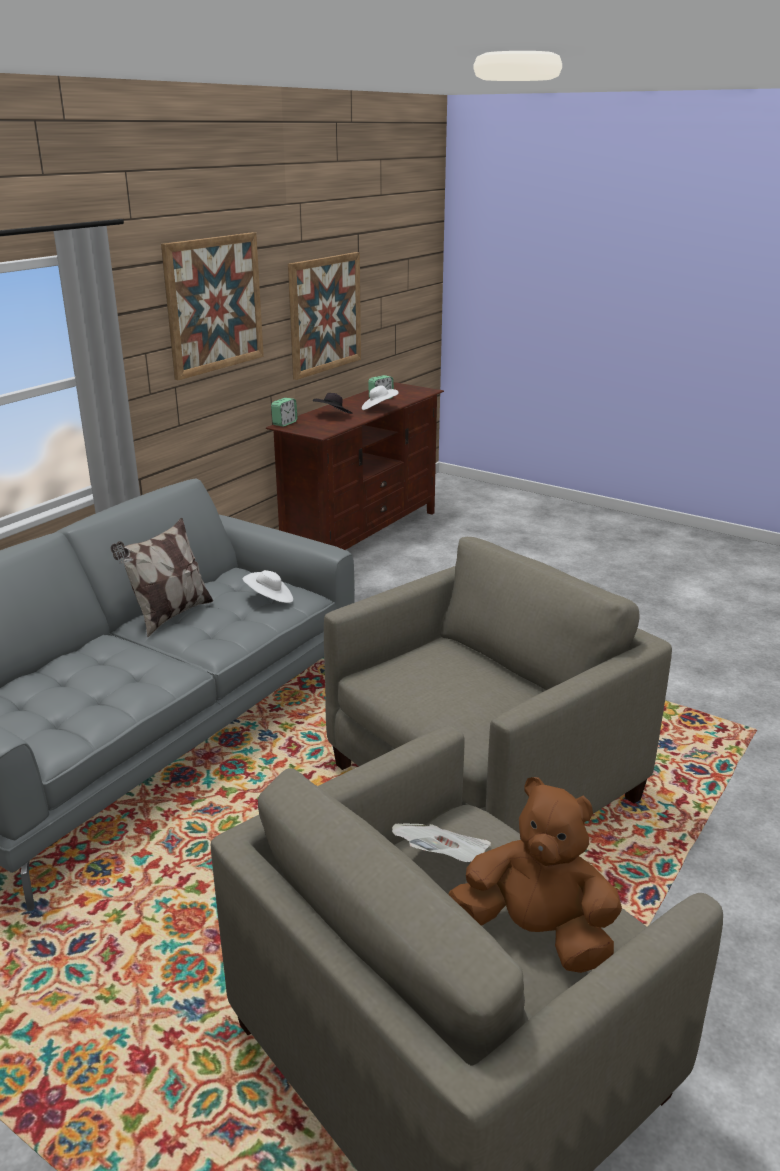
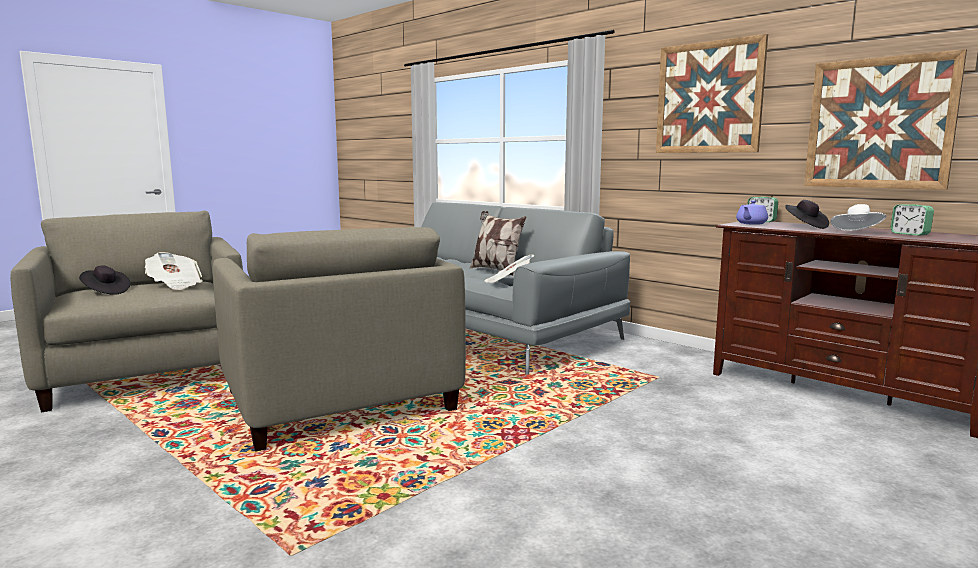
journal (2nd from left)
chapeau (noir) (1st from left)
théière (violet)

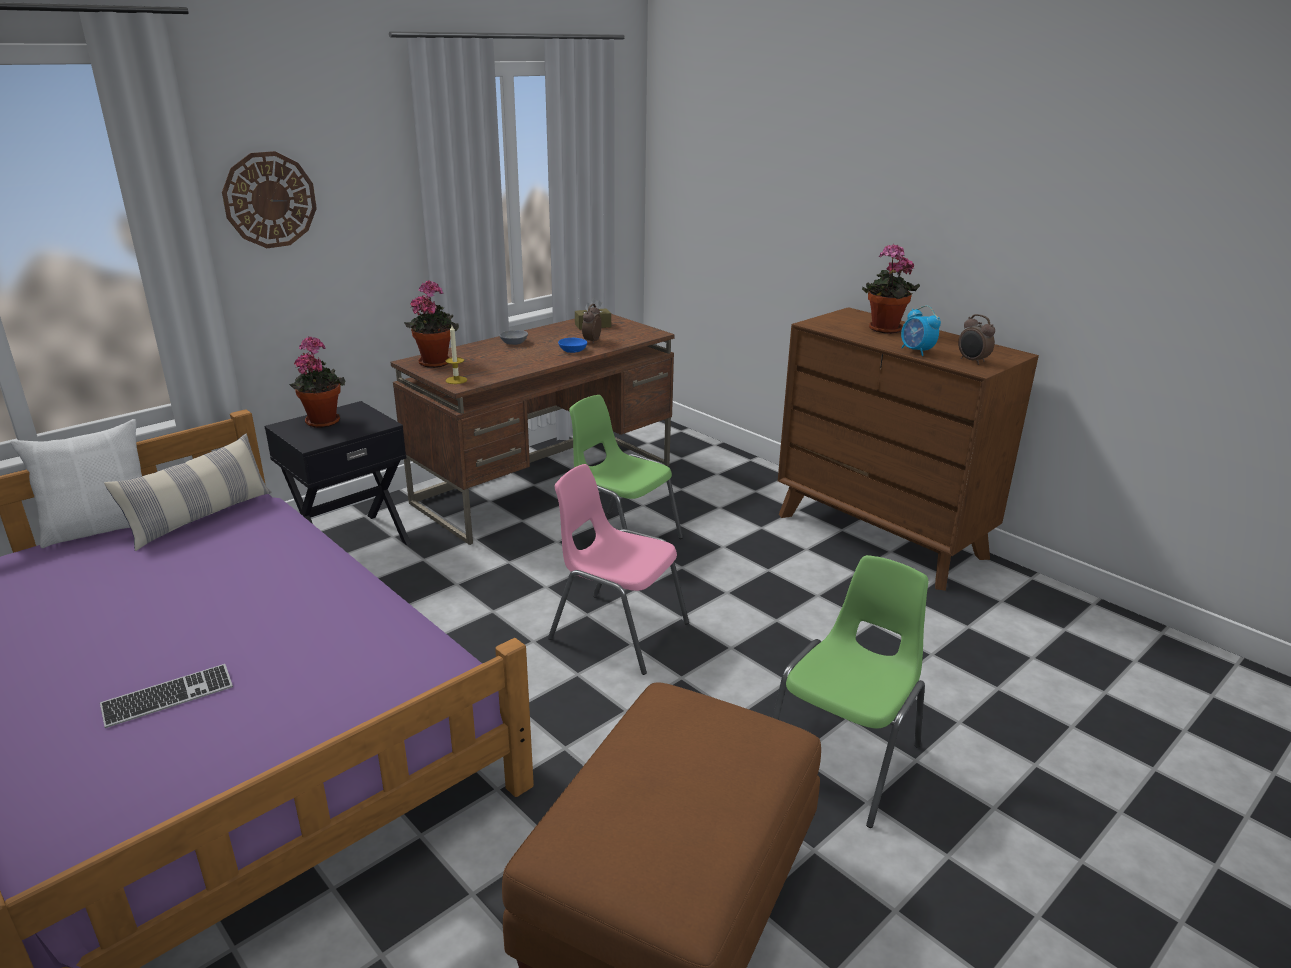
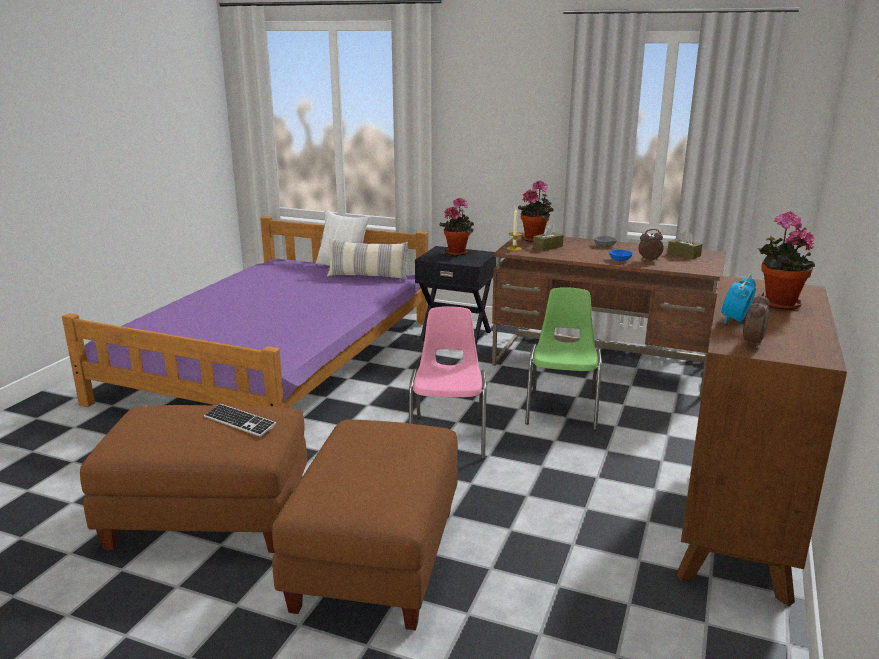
clavier
horloge murale
pouf (marron) (2nd from left)
boîte à mouchoirs (marron) (1st from left)

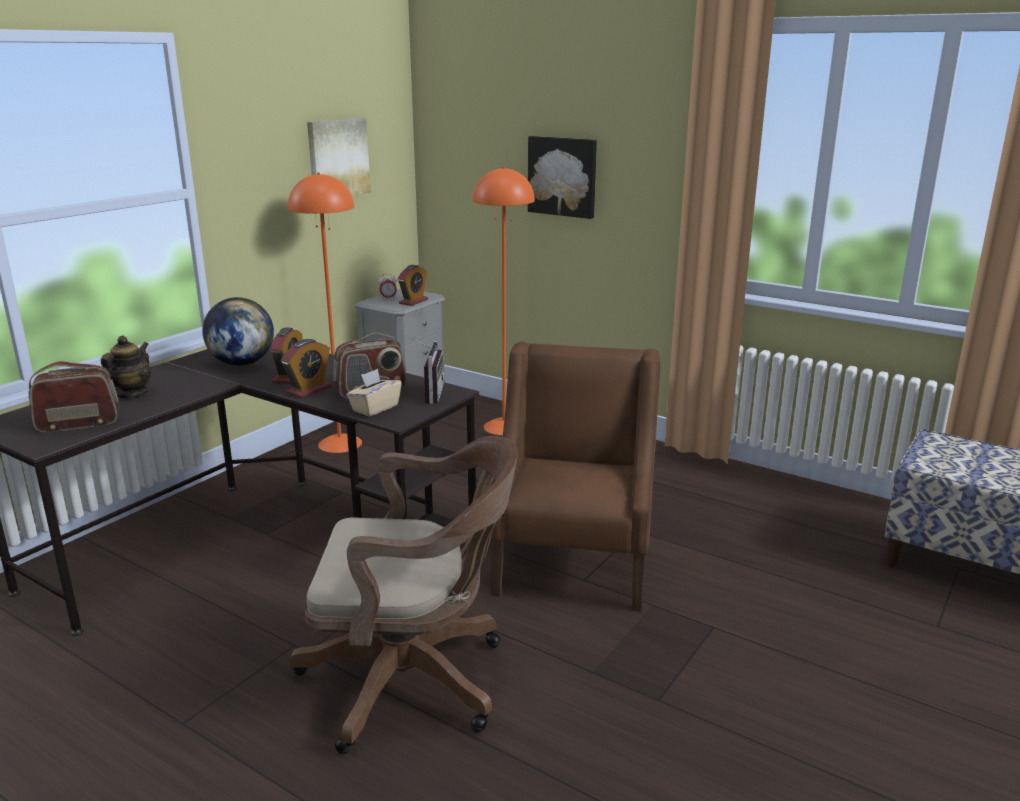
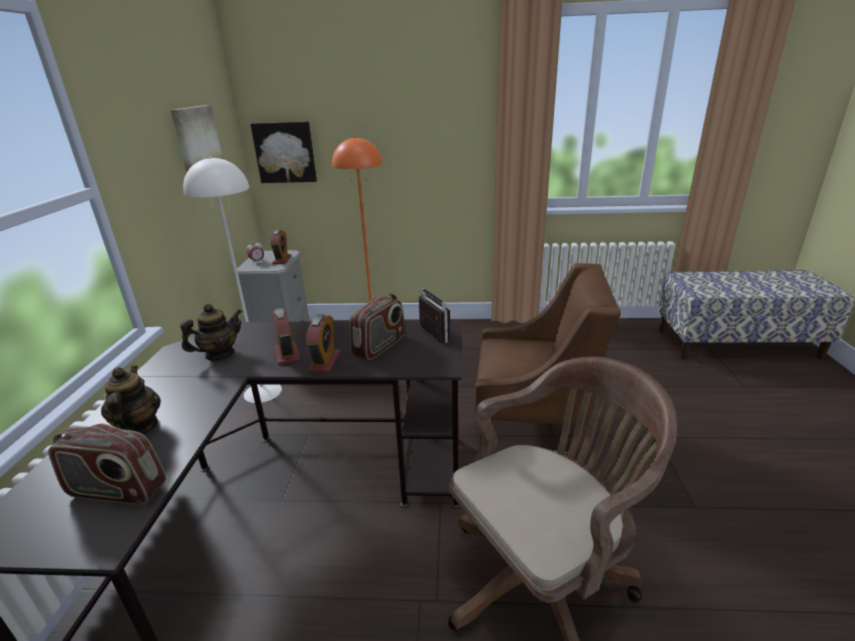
radio (1st from left)
théière (2nd from left)
lampadaire (blanc)
boîte à mouchoirs (beige)
fauteuil (marron)
tableau (2nd from left)

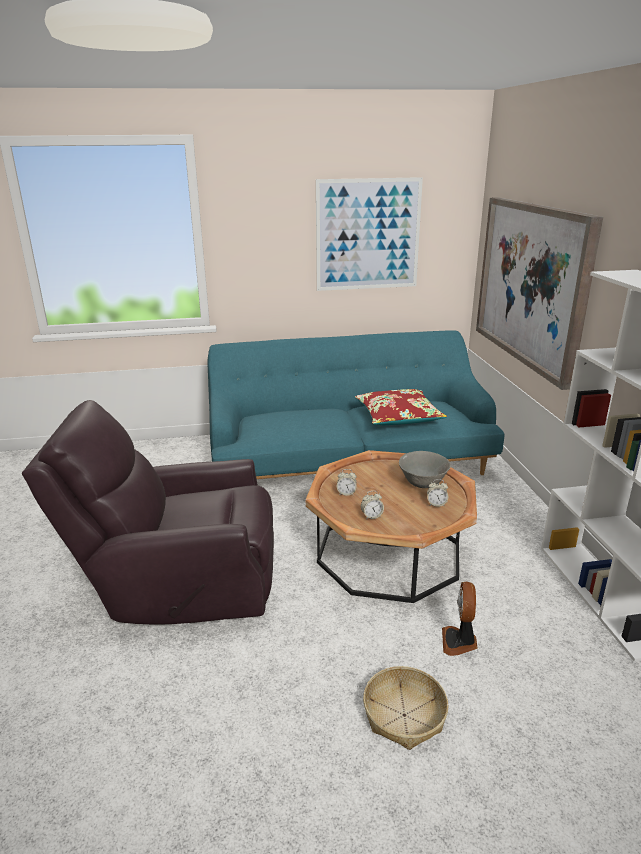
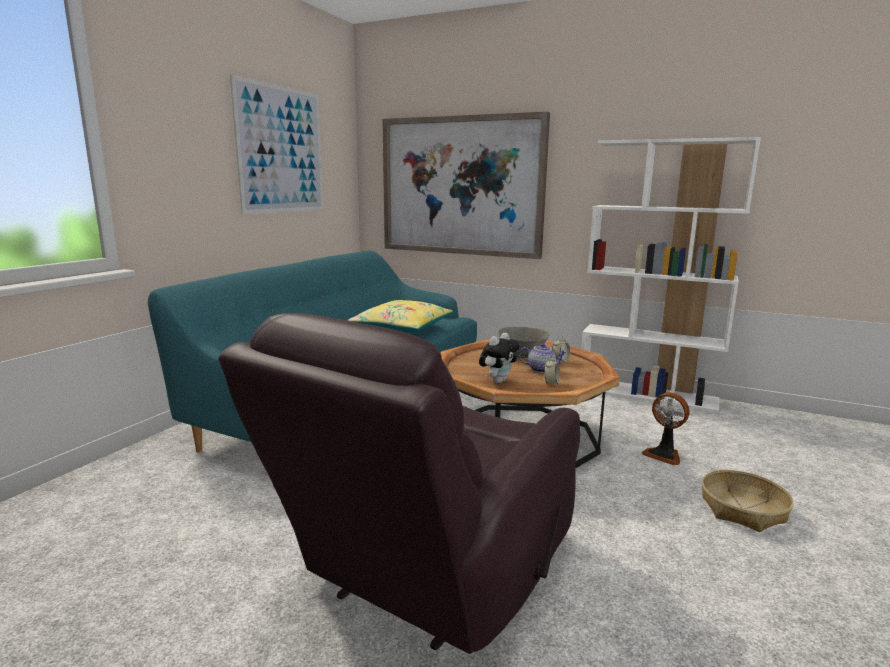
peluche
coussin (jaune)
théière

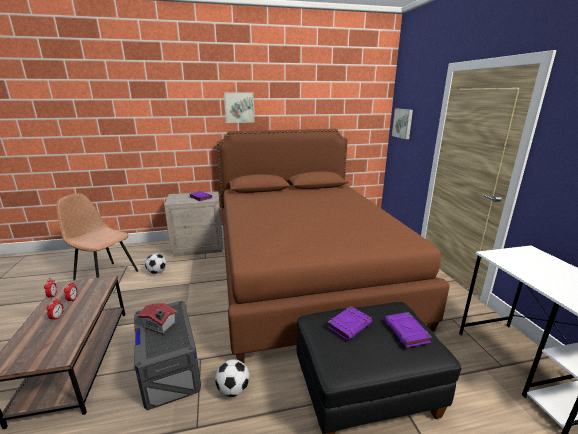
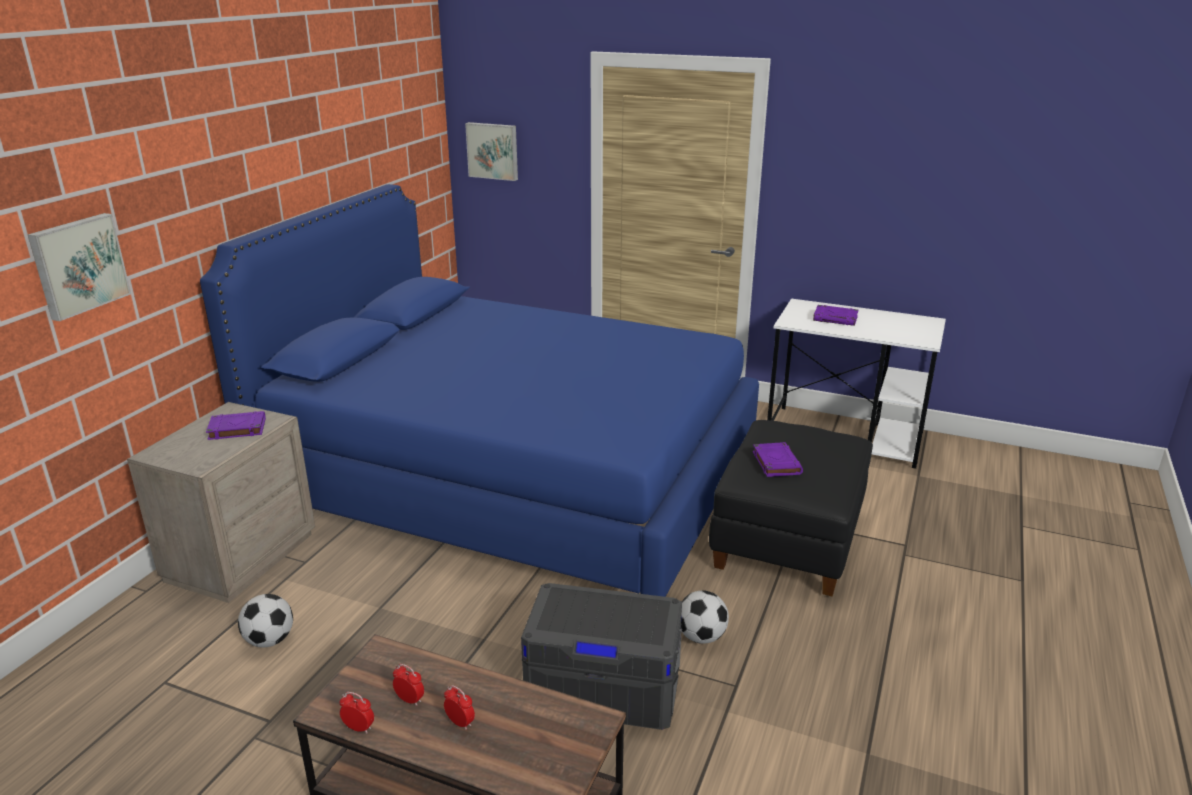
chaise (marron)
maison miniature
lit (bleu)
tableau (1st from left)
livre (violet) (3rd from left)

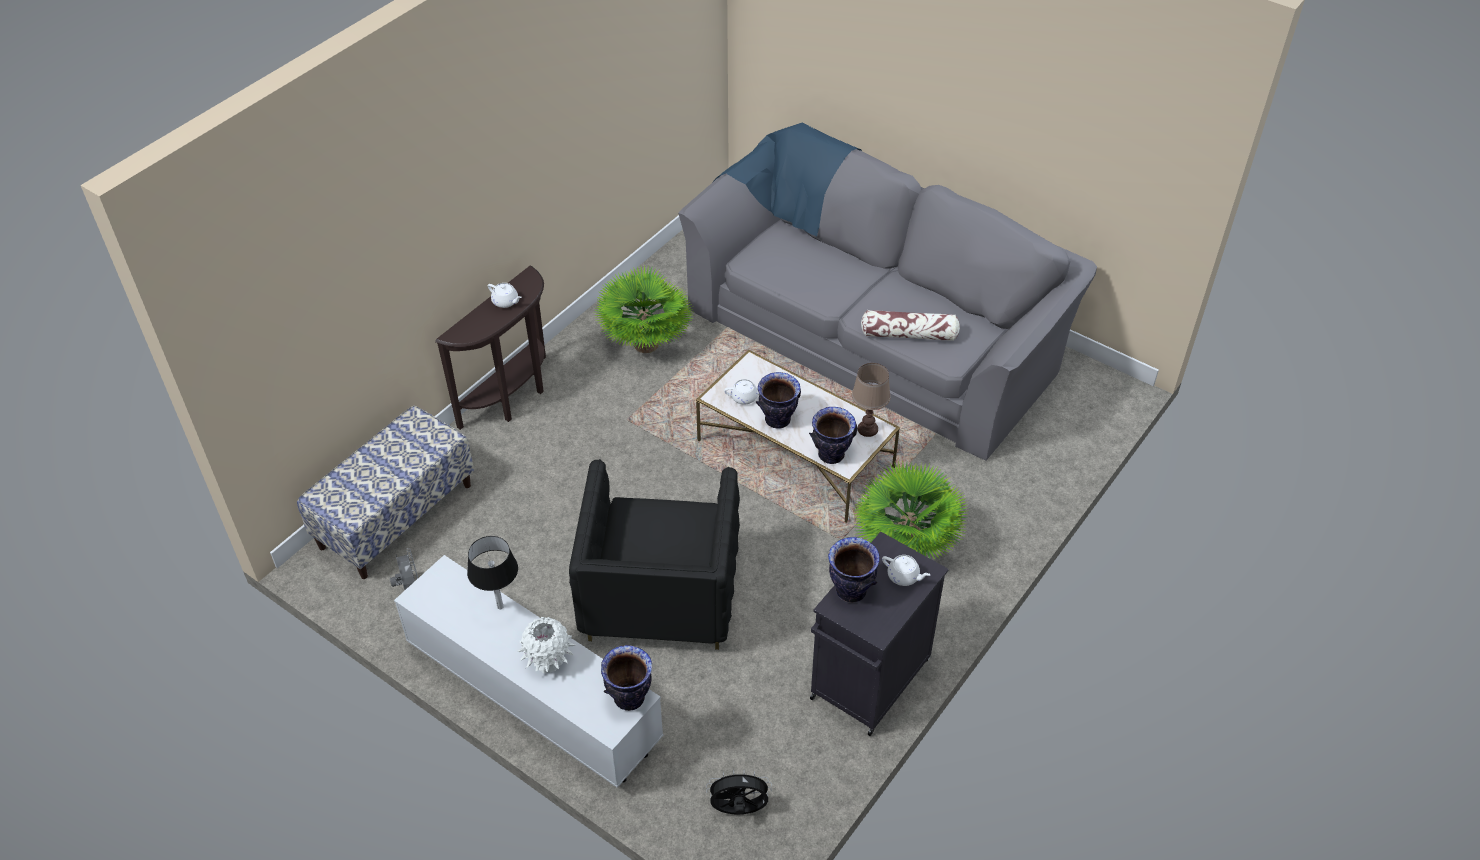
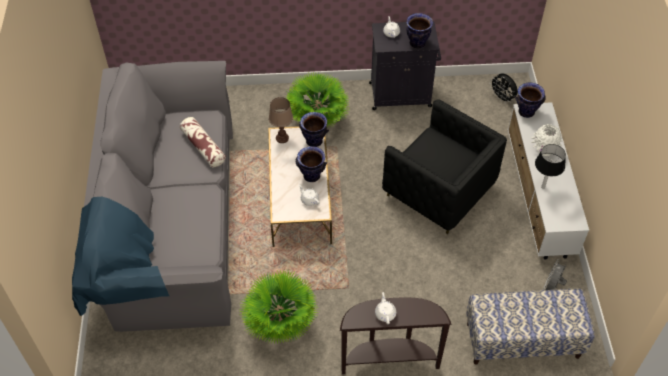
fauteuil (noir)

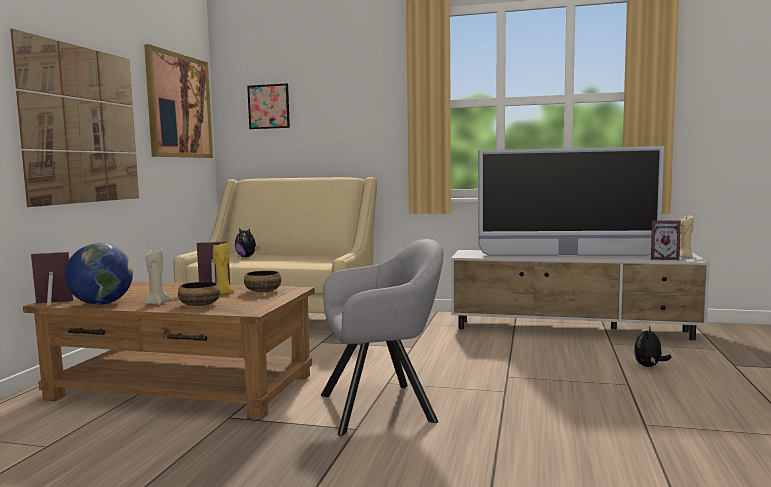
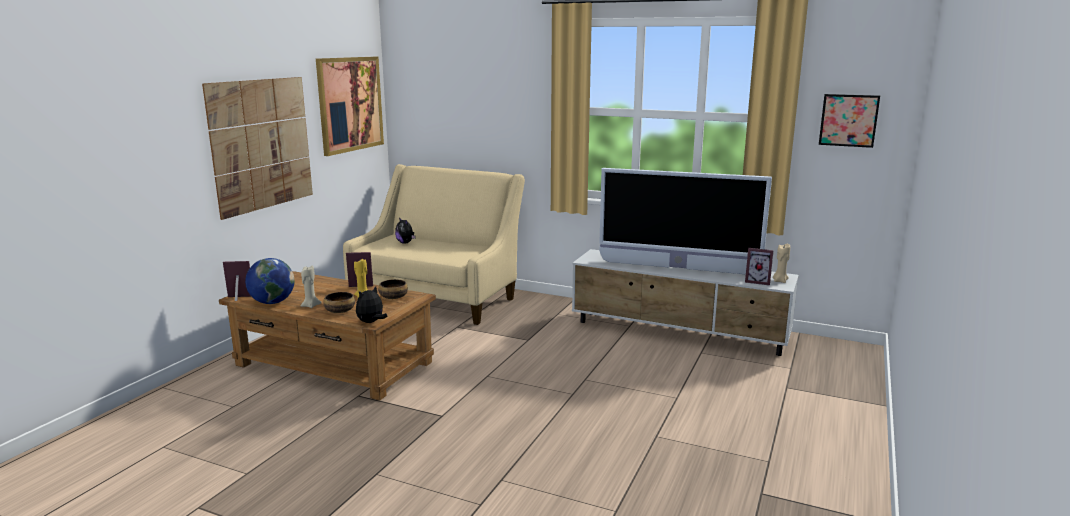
tableau (3rd from left)
fauteuil (gris)
peluche (1st from left)

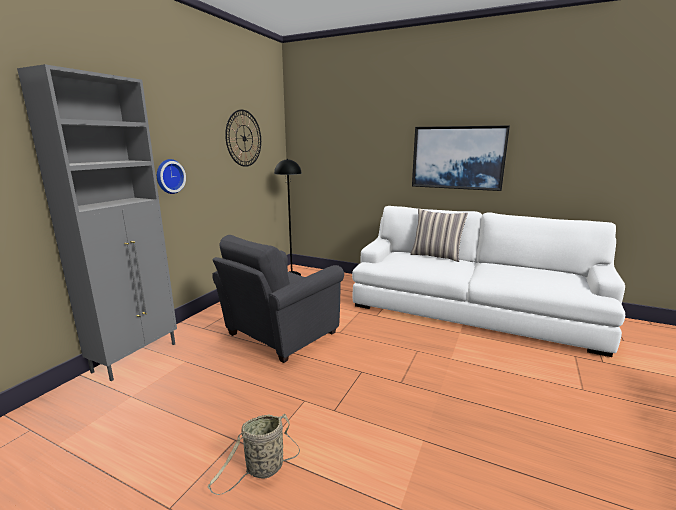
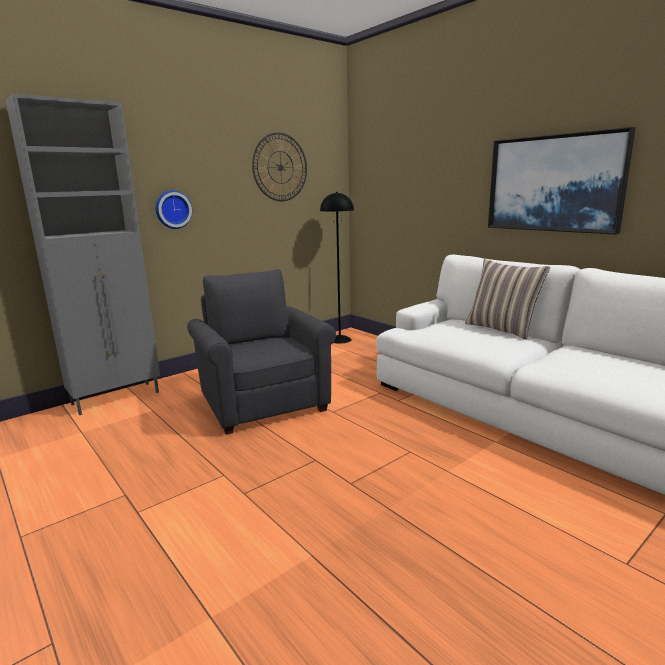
panier
fauteuil (gris)

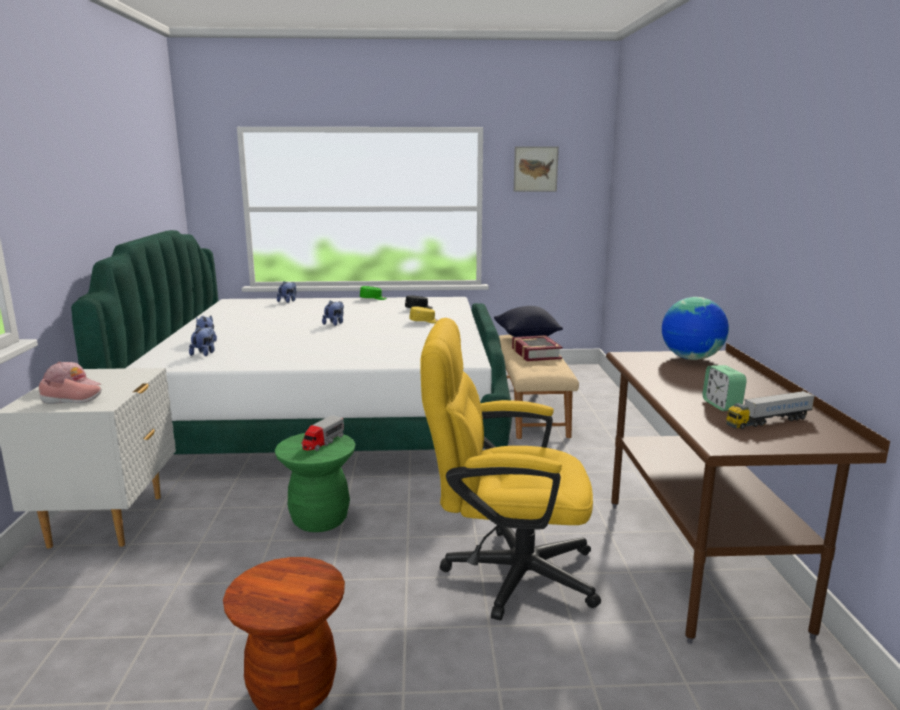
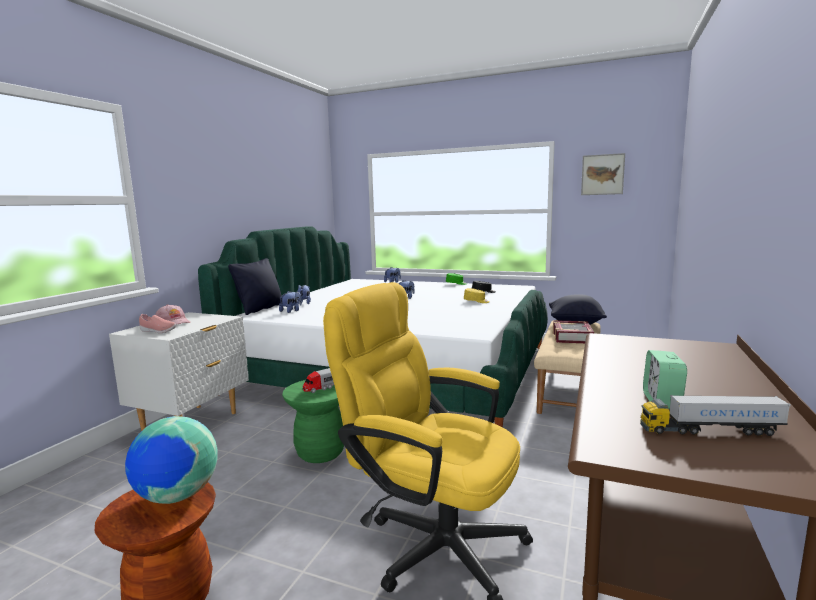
globe
coussin (noir) (1st from left)

